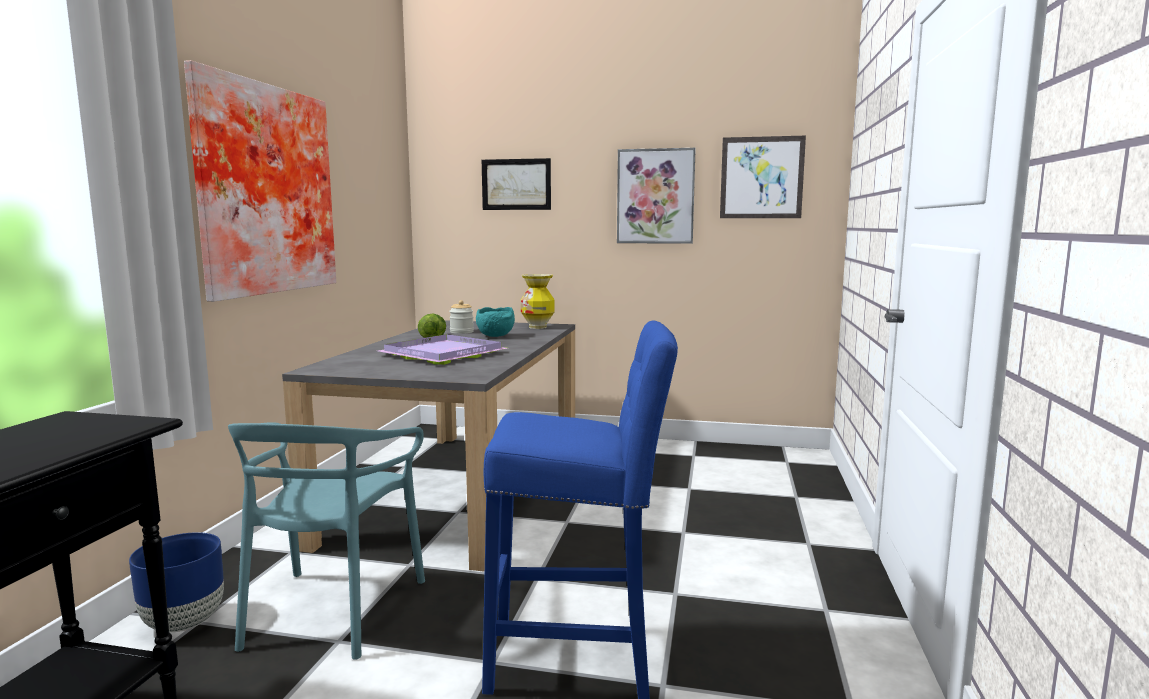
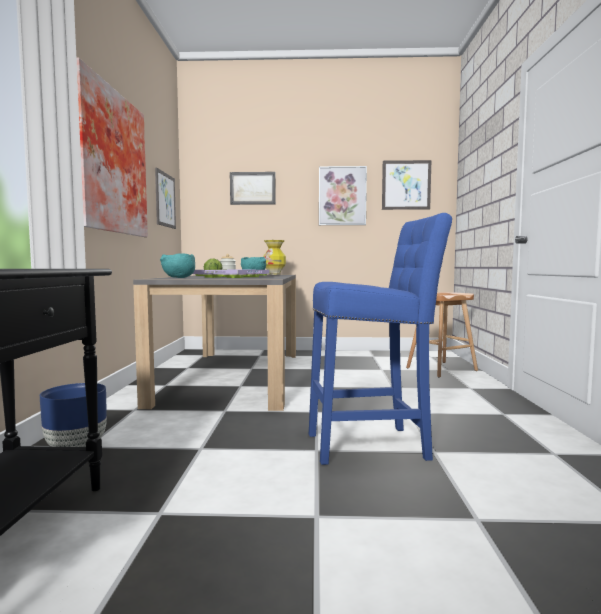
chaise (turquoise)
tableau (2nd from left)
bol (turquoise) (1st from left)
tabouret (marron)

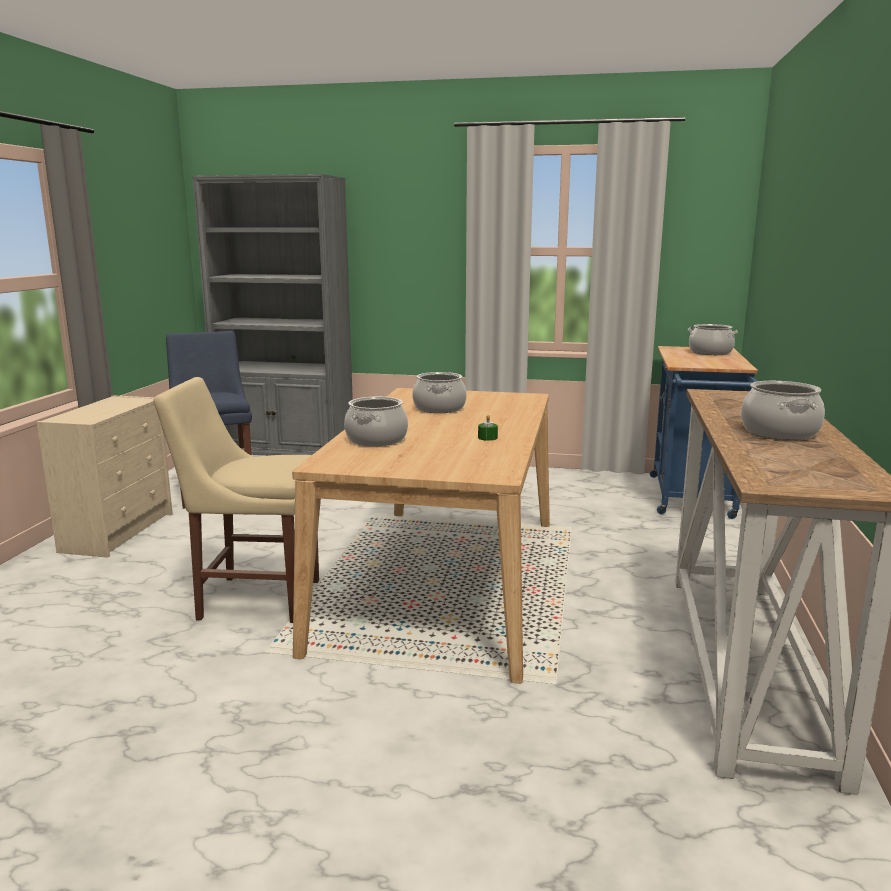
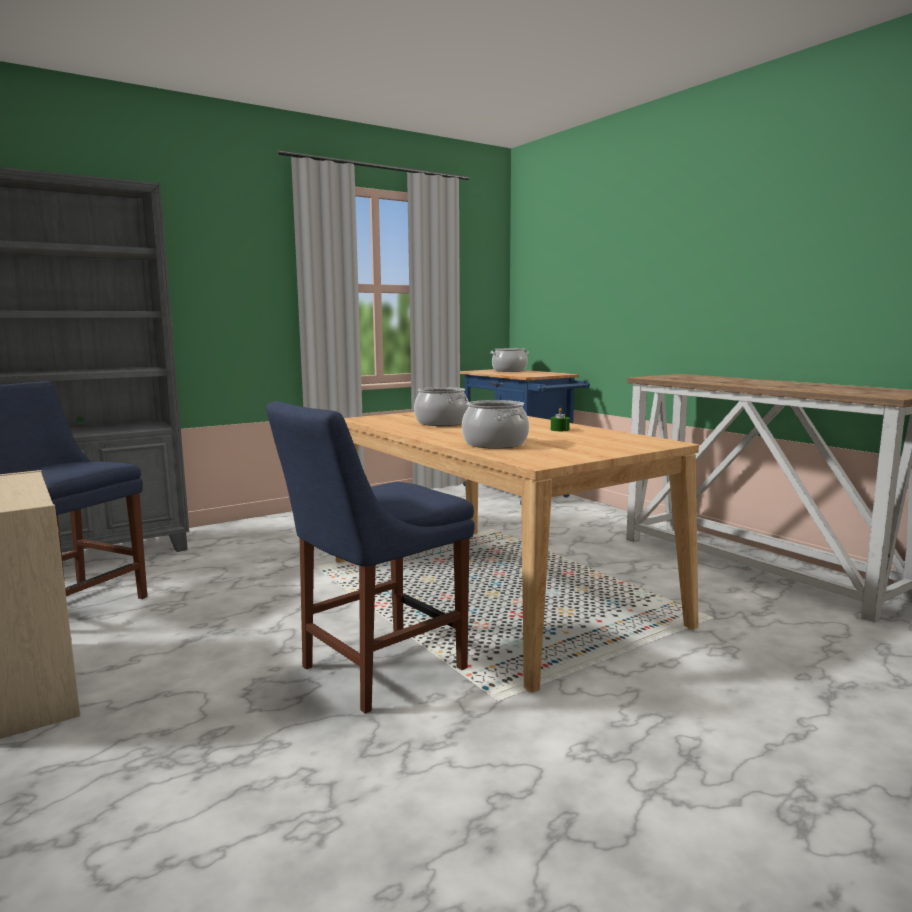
chaise (bleu) (2nd from left)
marmite (4th from left in the first image)

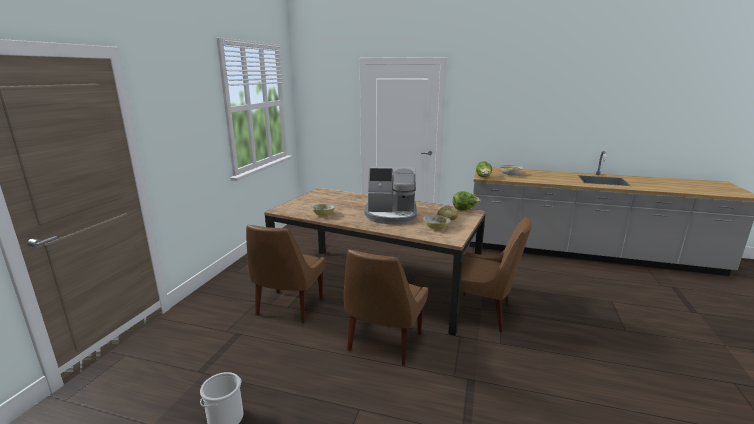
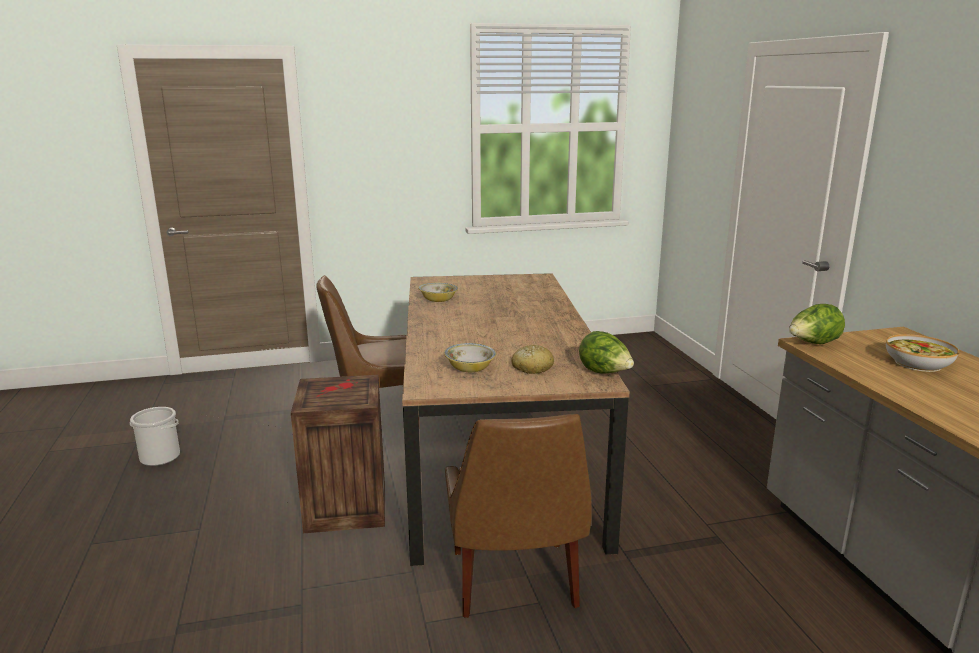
caisse
machine à café

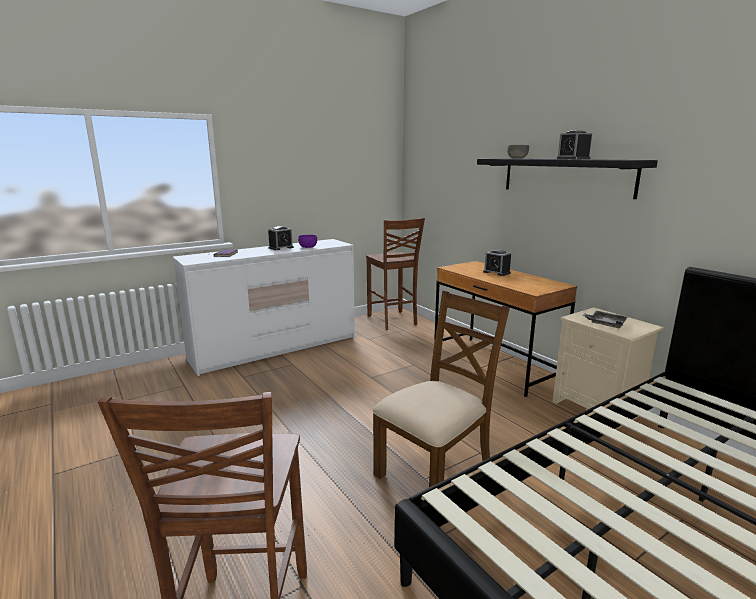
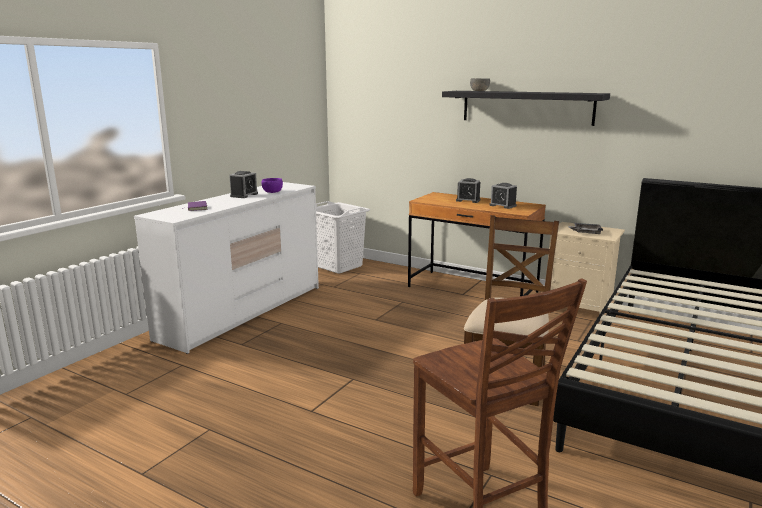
panier à linge (blanc)
réveil (3rd from left)

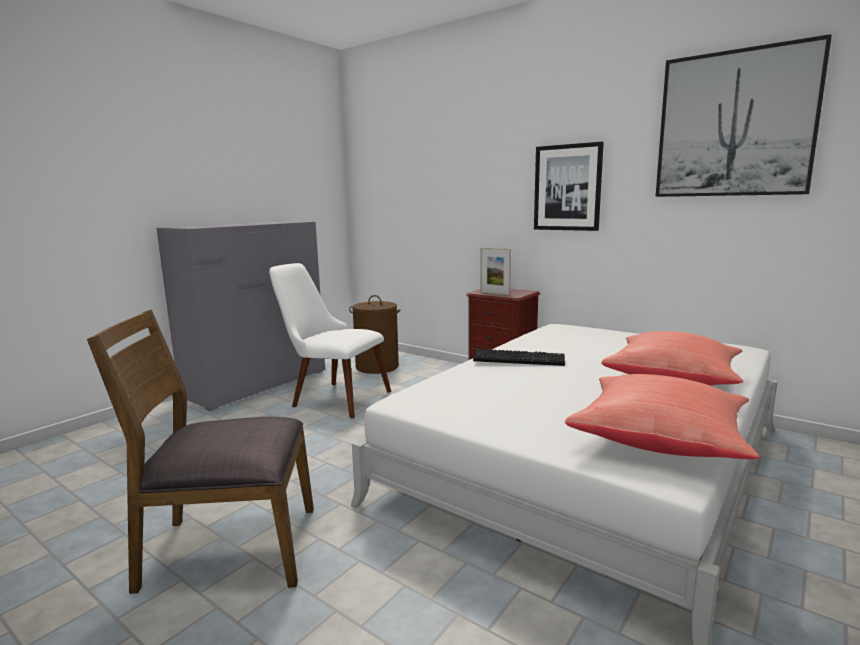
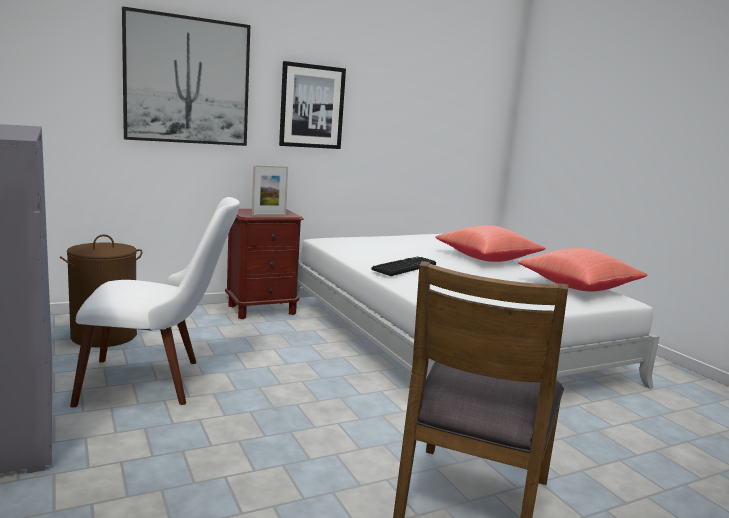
chaise (blanc)
tableau (1st from left)

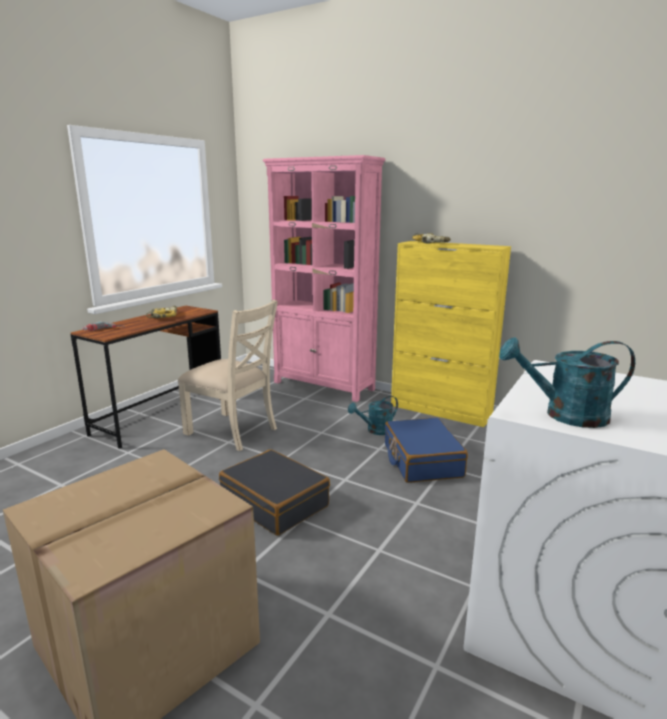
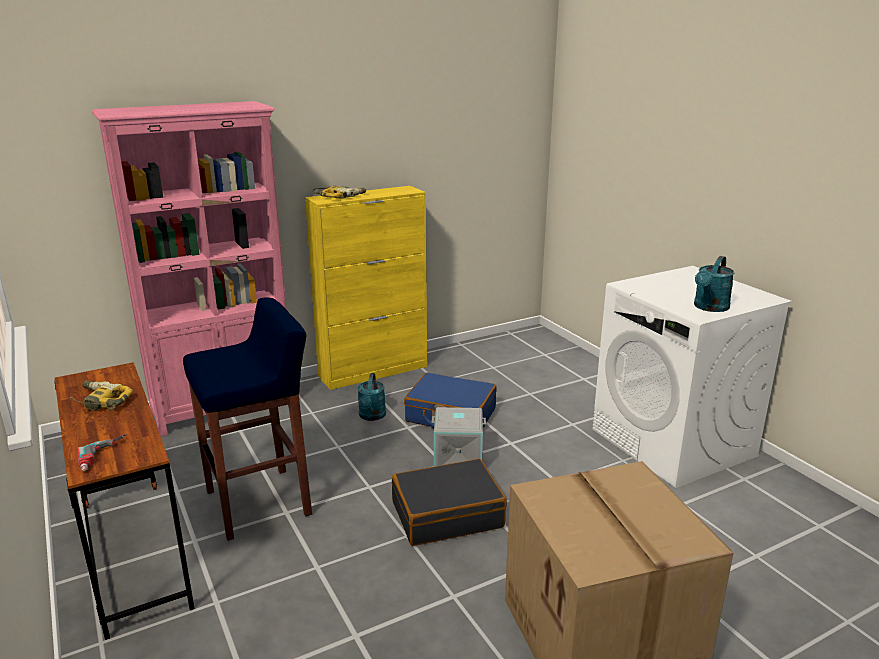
tabouret (bleu)
boîte de rangement (gris)

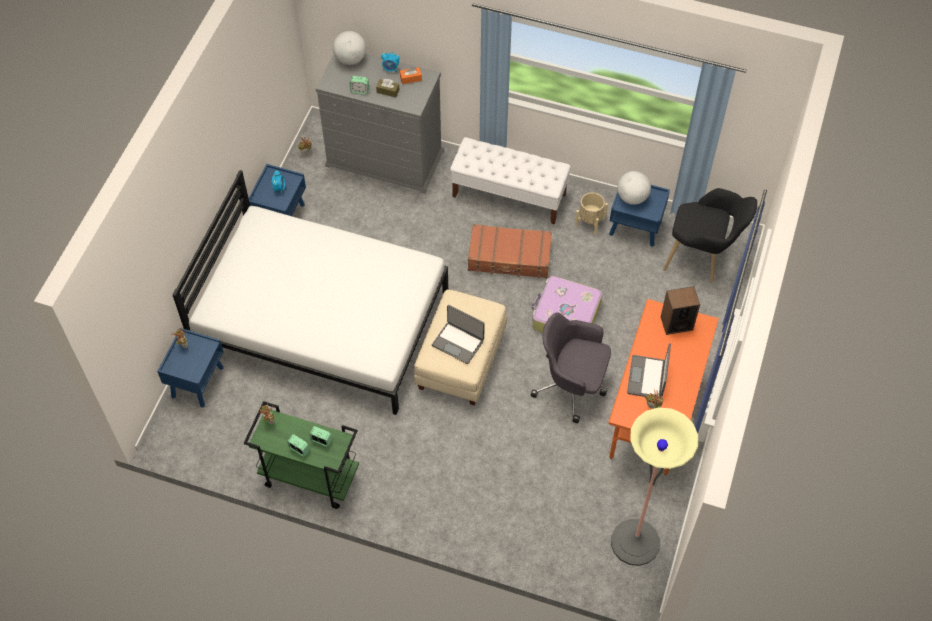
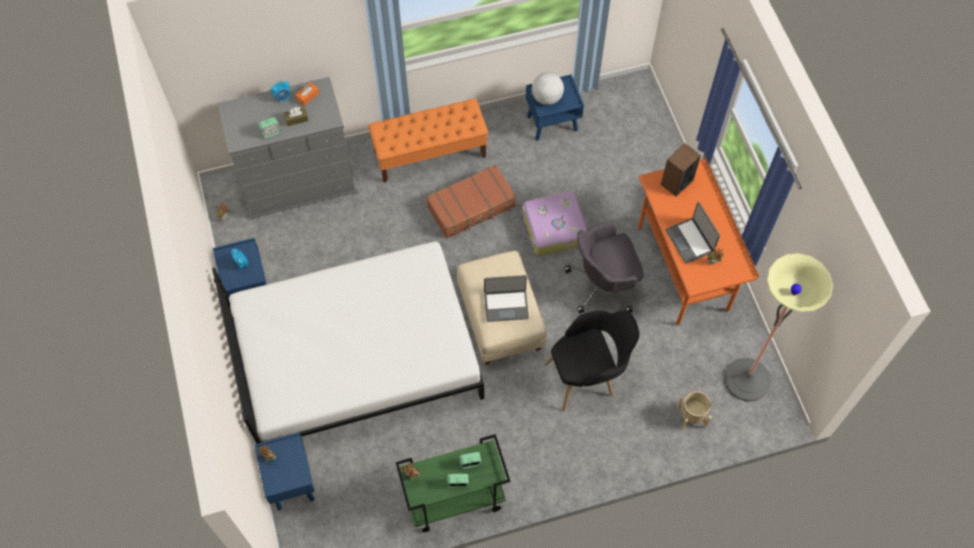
globe (1st from left in the first image)
banc (orange)
cache-pot (beige)
fauteuil (noir)

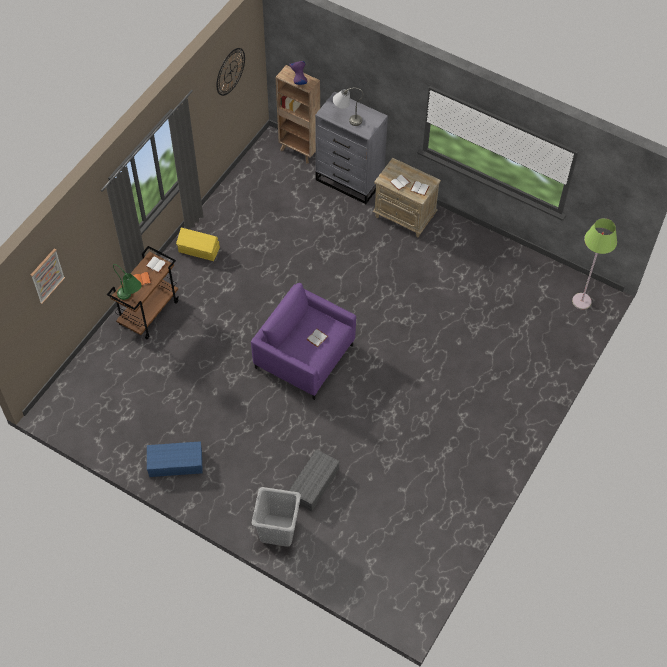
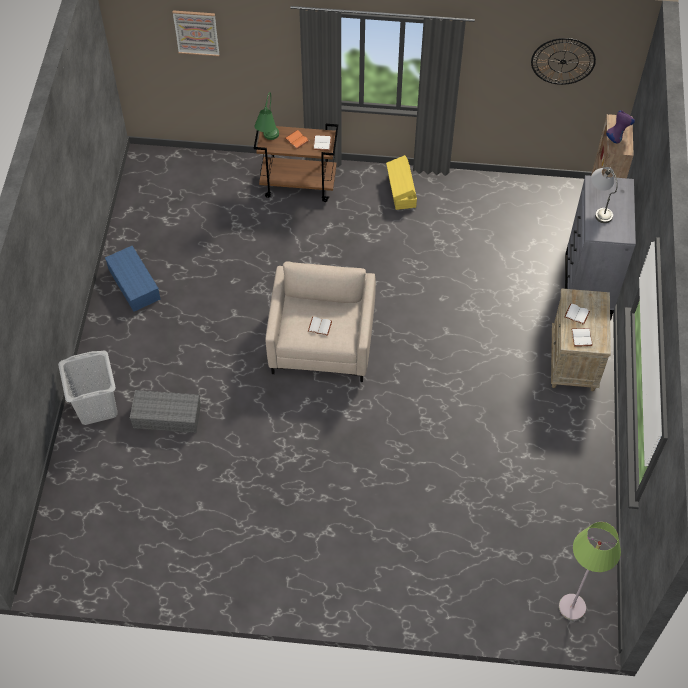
fauteuil (beige)

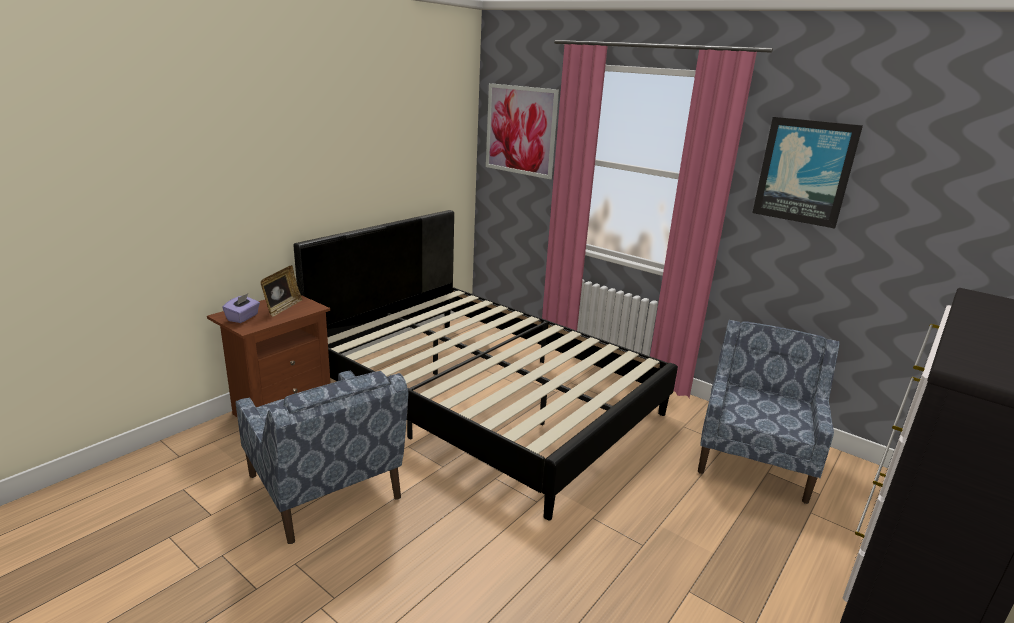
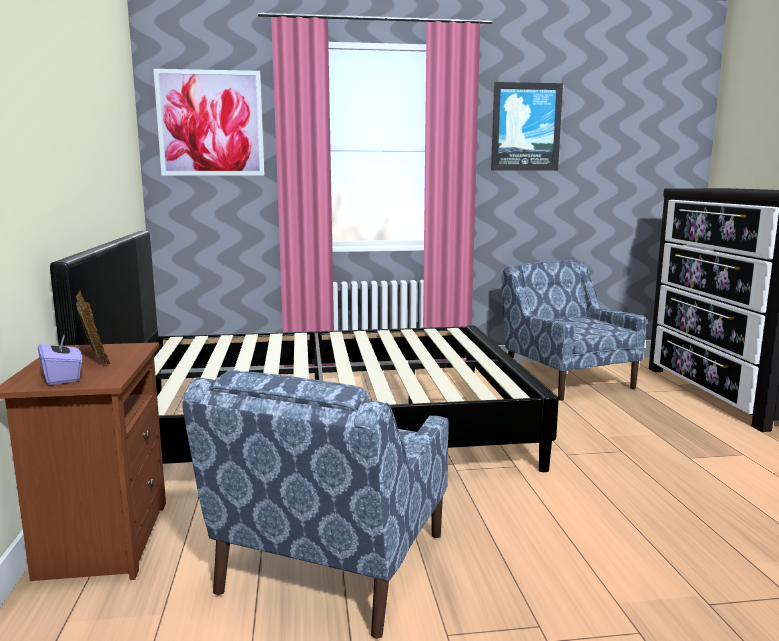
fauteuil (bleu) (1st from left)

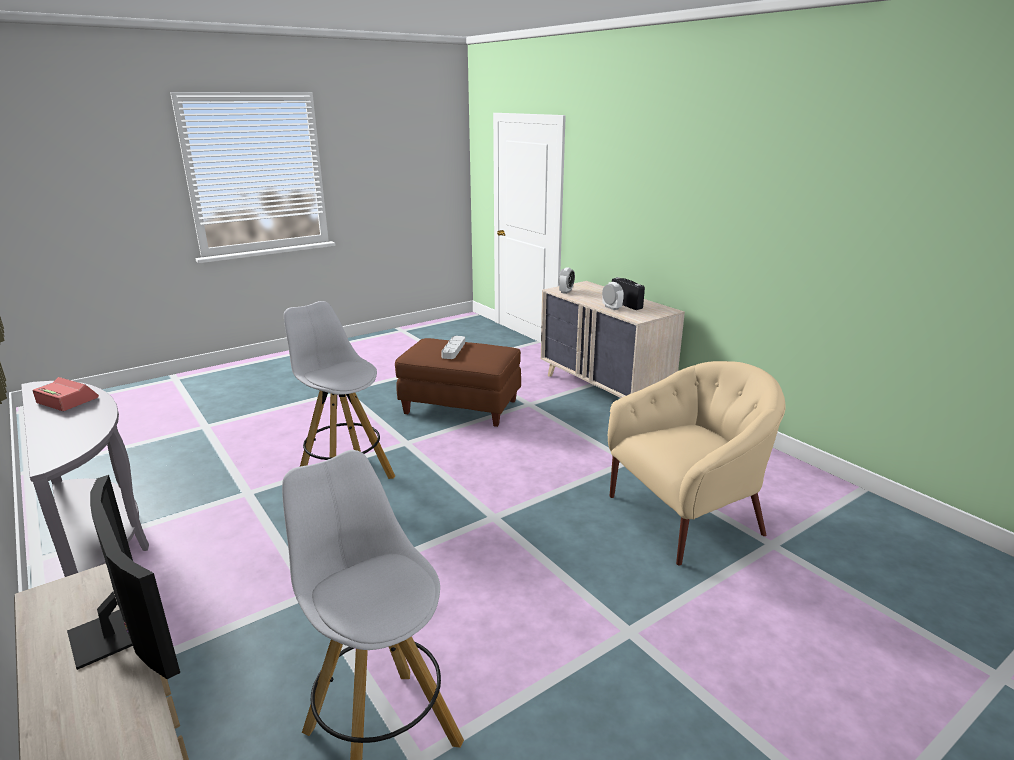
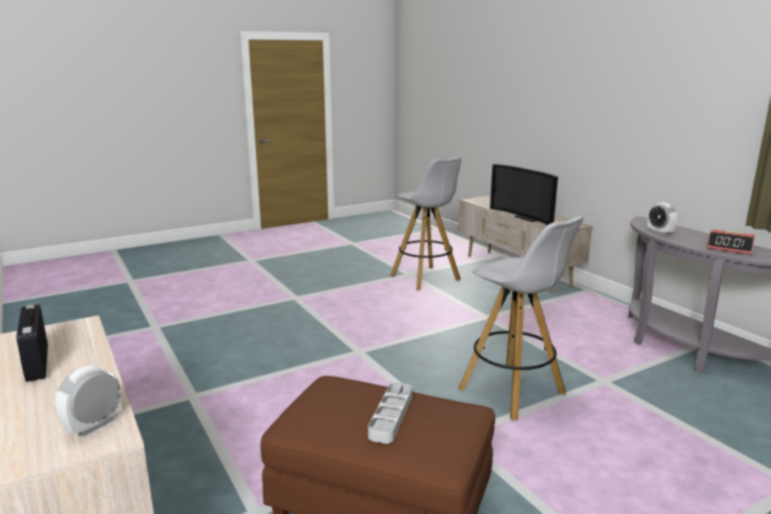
réveil (2nd from left)
fauteuil (beige)

